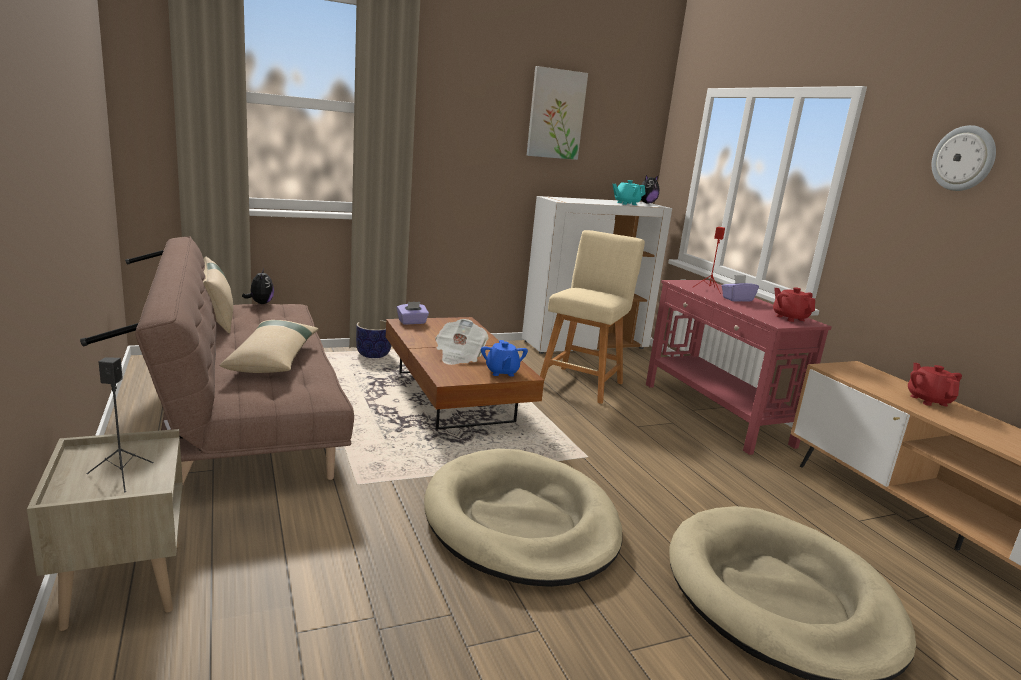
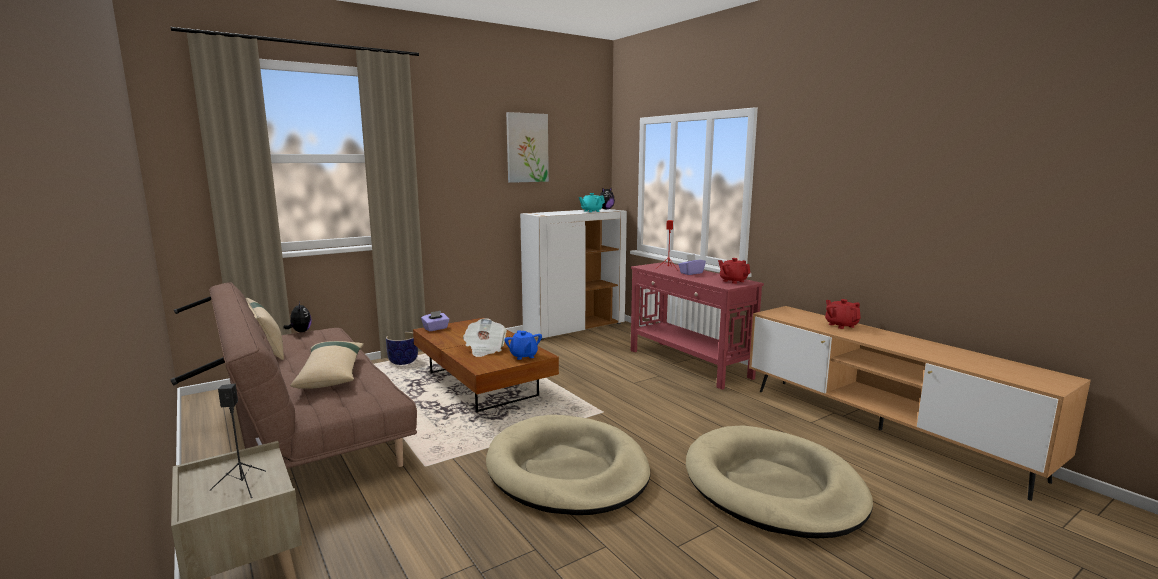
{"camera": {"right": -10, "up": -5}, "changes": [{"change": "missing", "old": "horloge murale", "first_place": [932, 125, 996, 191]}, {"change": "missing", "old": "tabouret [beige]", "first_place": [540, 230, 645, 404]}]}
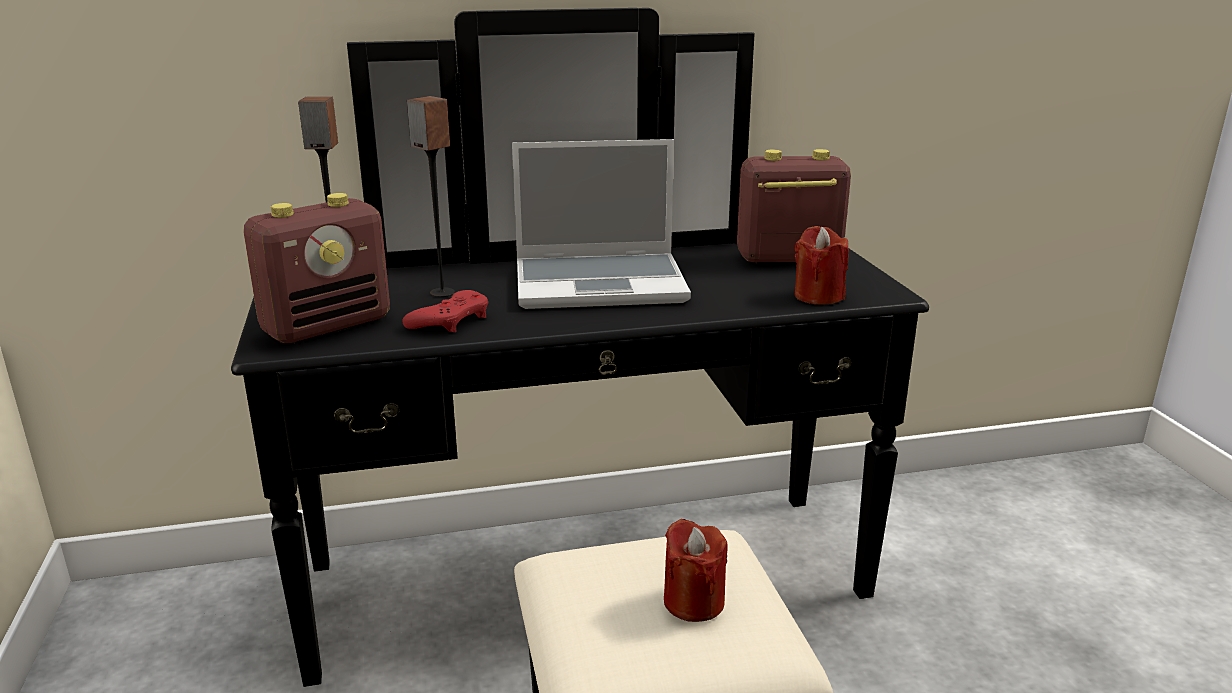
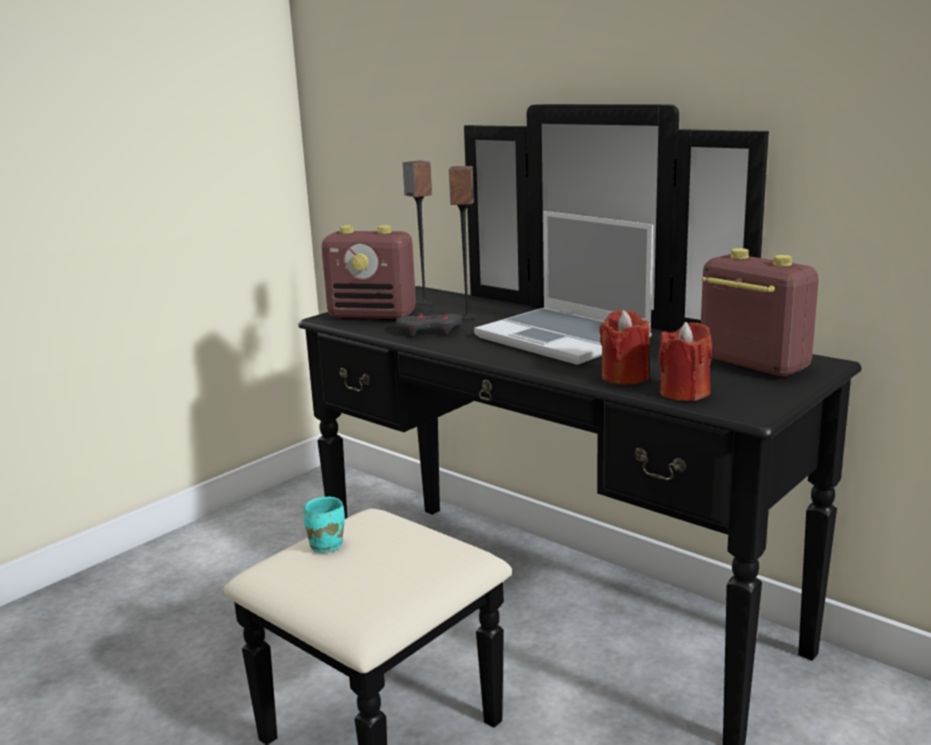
{"camera": {"right": 55, "up": -5}, "changes": [{"change": "colour", "old": "manette [rouge]", "new": "manette [gris]", "first_place": [402, 290, 488, 332], "second_place": [396, 313, 462, 337]}, {"change": "relocated", "old": "bougie [rouge]", "first_place": [664, 519, 728, 622], "second_place": [599, 310, 650, 385]}, {"change": "appeared", "new": "mug [turquoise]", "second_place": [303, 497, 345, 553]}]}
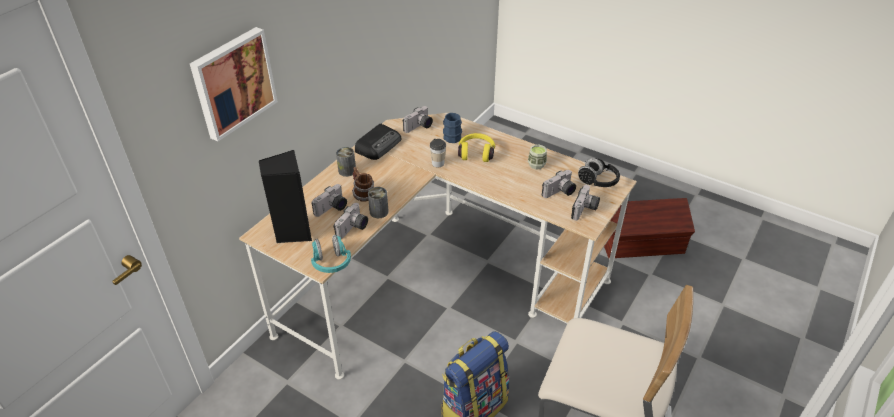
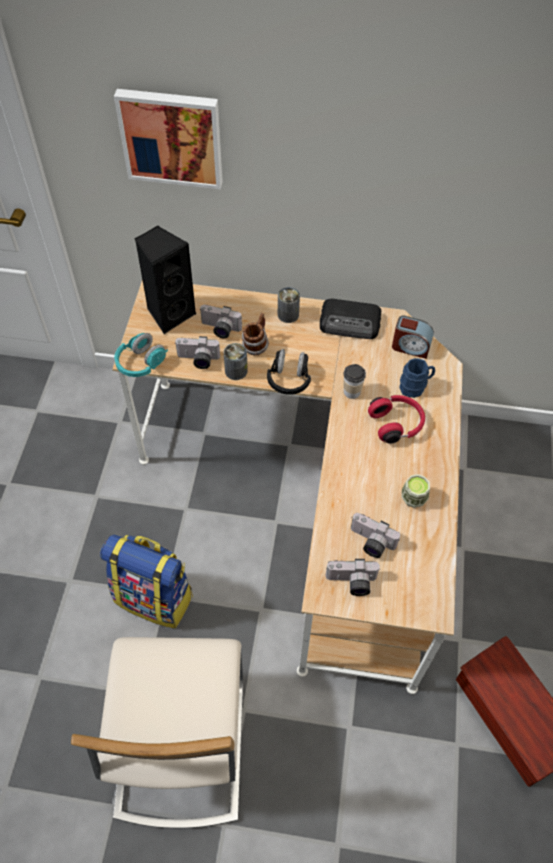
{"camera": {"right": 65, "up": 15}, "changes": [{"change": "exchanged", "old": "appareil photo", "new": "réveil", "first_place": [403, 106, 433, 133], "second_place": [392, 315, 434, 359]}, {"change": "colour", "old": "casque audio [jaune]", "new": "casque audio [rouge]", "first_place": [458, 133, 495, 162], "second_place": [368, 395, 425, 444]}, {"change": "relocated", "old": "casque audio [noir]", "first_place": [578, 158, 620, 187], "second_place": [267, 349, 311, 395]}]}
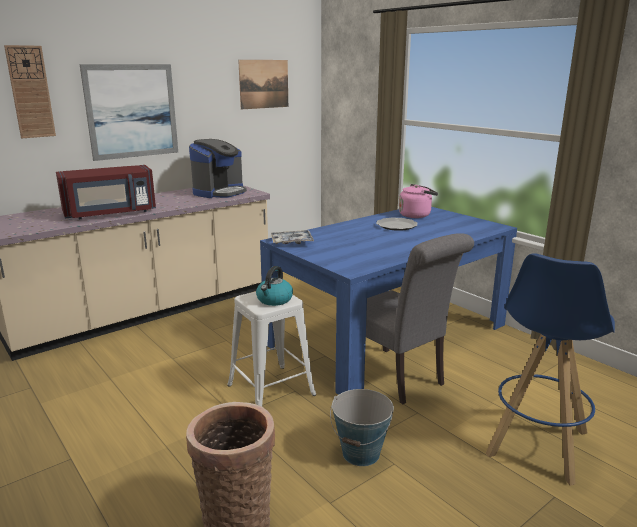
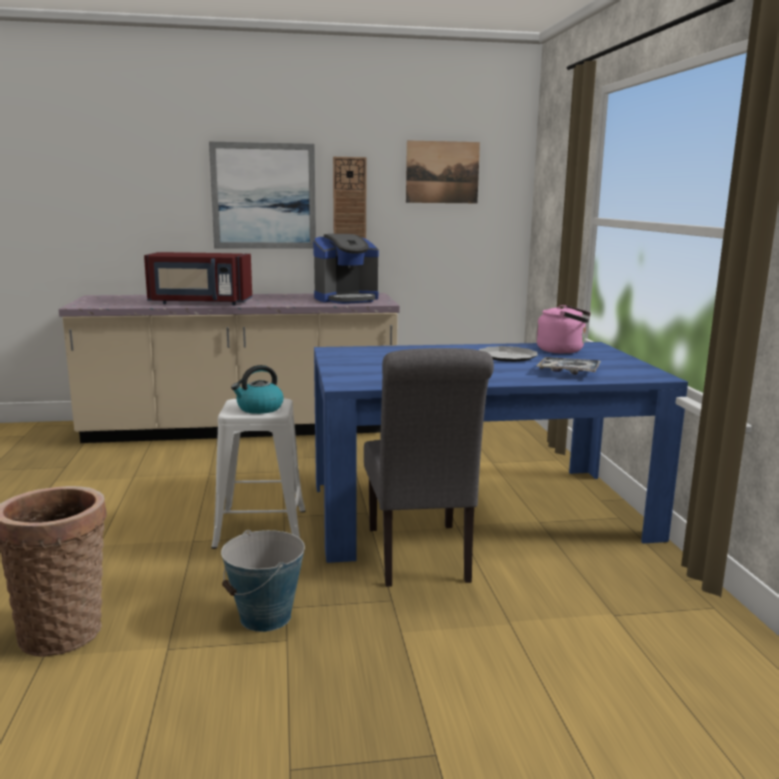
{"camera": {"right": 30, "up": -5}, "changes": [{"change": "relocated", "old": "horloge murale", "first_place": [4, 45, 56, 138], "second_place": [333, 157, 367, 239]}, {"change": "relocated", "old": "plateau", "first_place": [271, 230, 314, 244], "second_place": [537, 357, 601, 375]}, {"change": "missing", "old": "tabouret [bleu]", "first_place": [486, 253, 615, 486]}]}
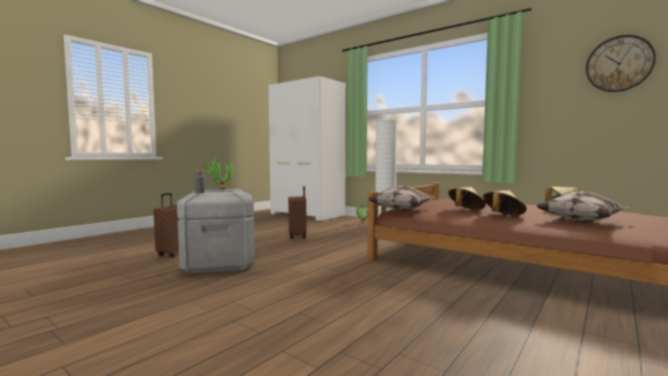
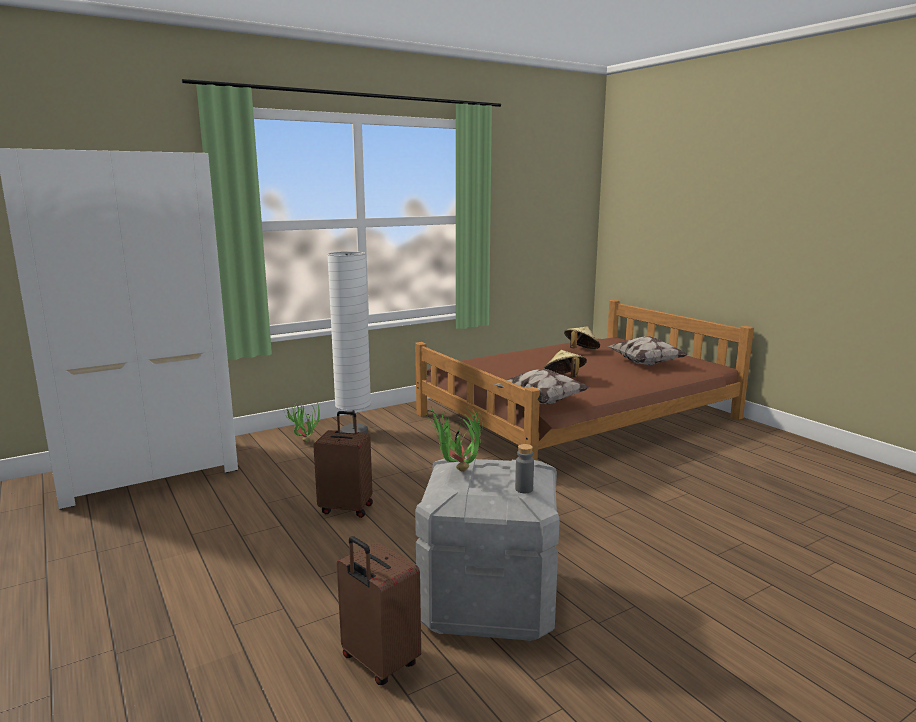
{"camera": {"right": -70, "up": 10}, "changes": [{"change": "missing", "old": "horloge murale", "first_place": [586, 35, 656, 92]}, {"change": "missing", "old": "chapeau [beige]", "first_place": [483, 190, 526, 215]}]}
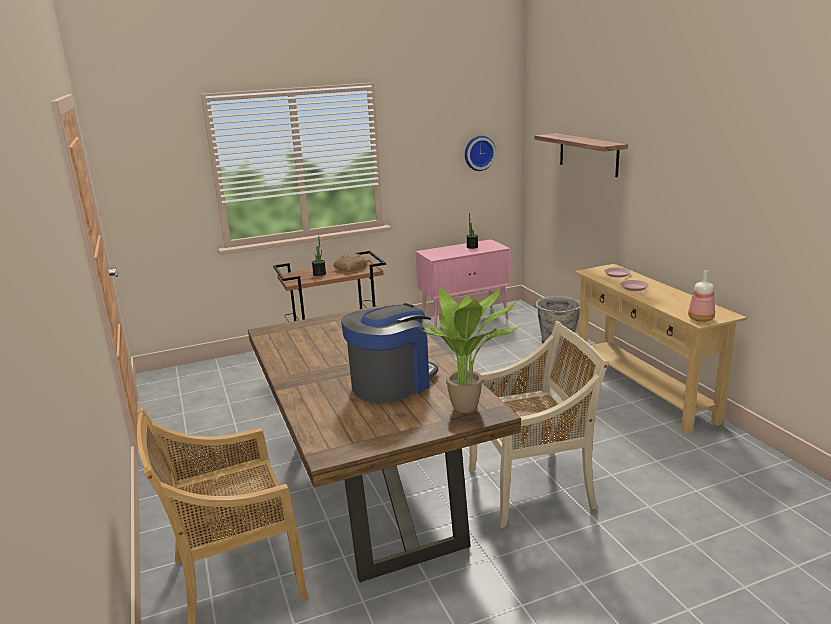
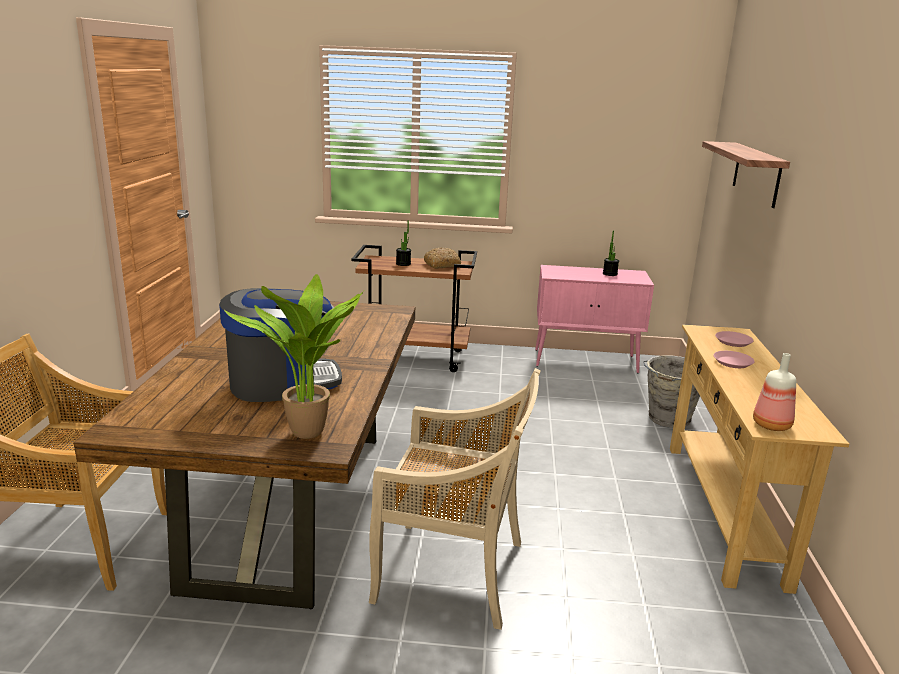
{"camera": {"right": 25, "up": 0}, "changes": [{"change": "missing", "old": "horloge murale", "first_place": [465, 136, 496, 171]}]}
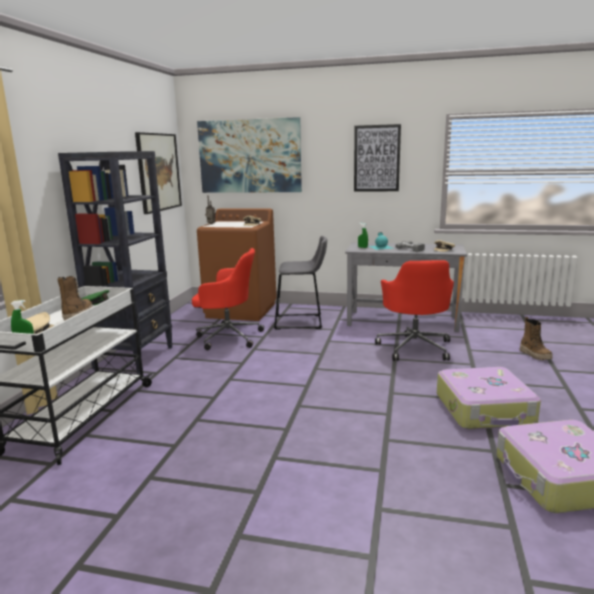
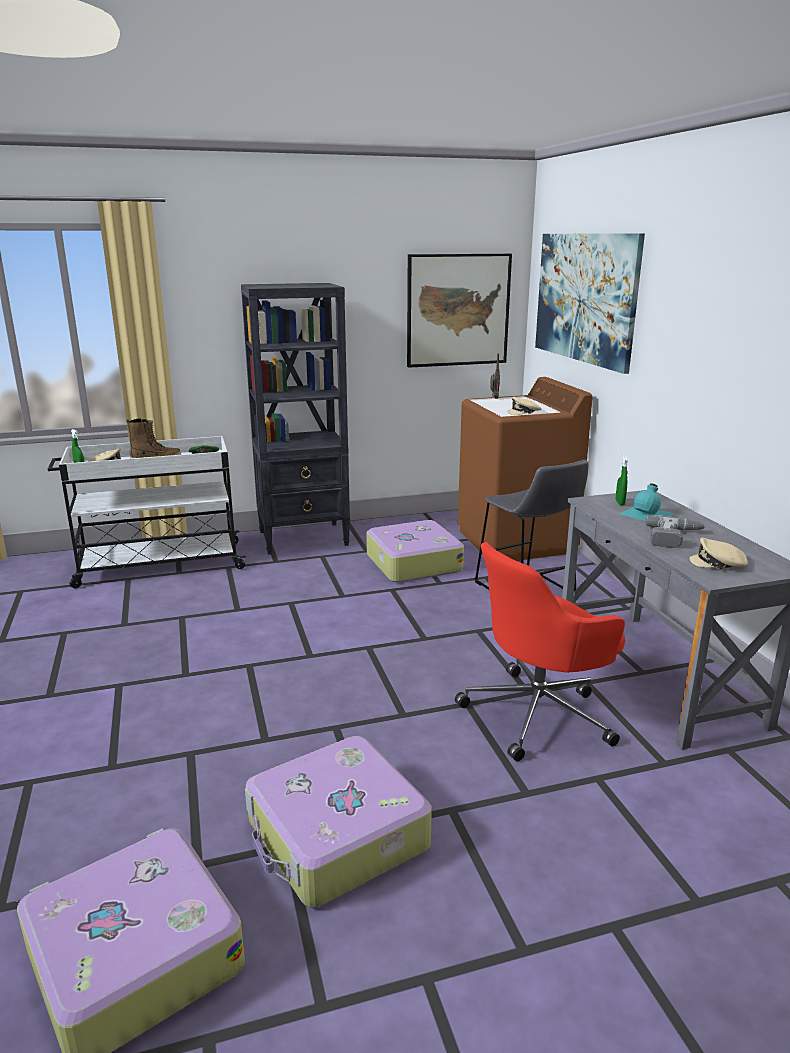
{"camera": {"right": 60, "up": 5}, "changes": [{"change": "missing", "old": "tableau", "first_place": [354, 124, 401, 192]}, {"change": "exchanged", "old": "chaise de bureau [rouge]", "new": "valise", "first_place": [192, 248, 264, 350], "second_place": [366, 520, 464, 582]}, {"change": "missing", "old": "botte", "first_place": [519, 317, 553, 360]}]}
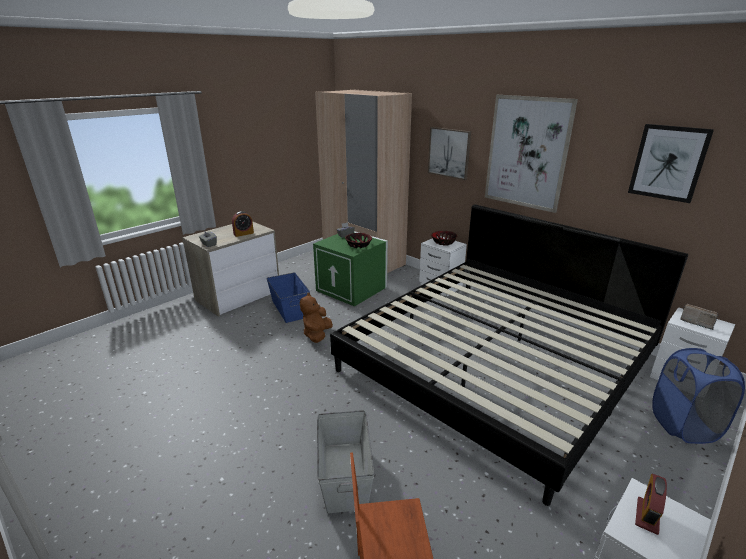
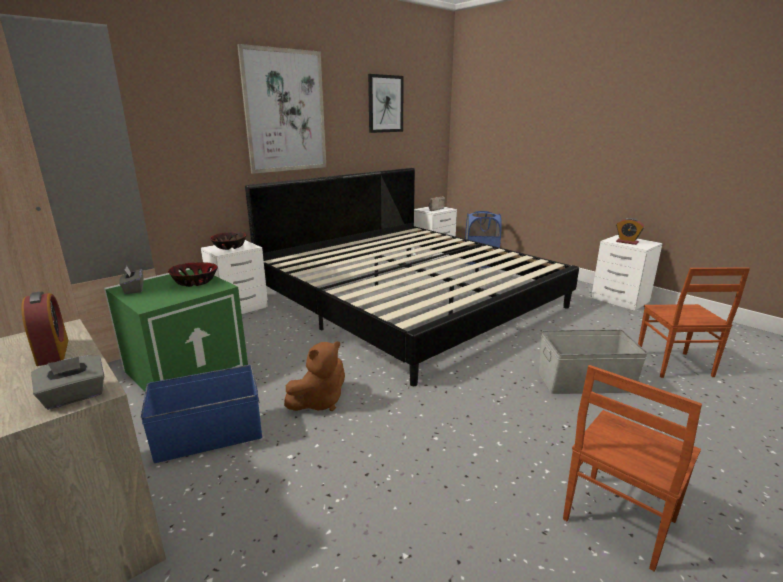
{"camera": {"right": -85, "up": -5}, "changes": [{"change": "missing", "old": "tableau", "first_place": [428, 127, 471, 180]}, {"change": "spun", "old": "peluche [marron]", "first_place": [300, 293, 333, 343], "second_place": [284, 341, 345, 411], "degrees": -60}, {"change": "appeared", "new": "chaise [marron]", "second_place": [563, 365, 702, 572]}]}
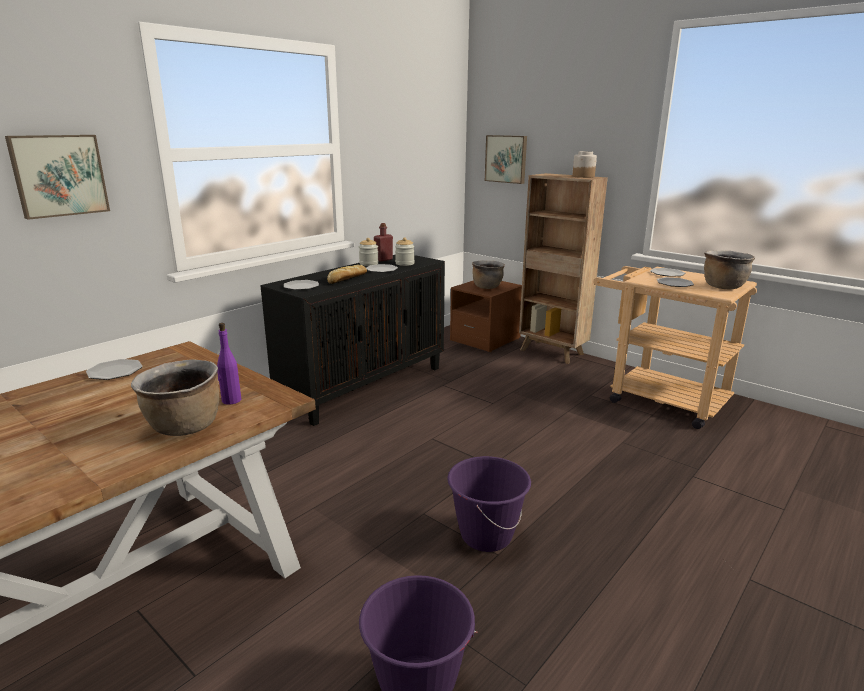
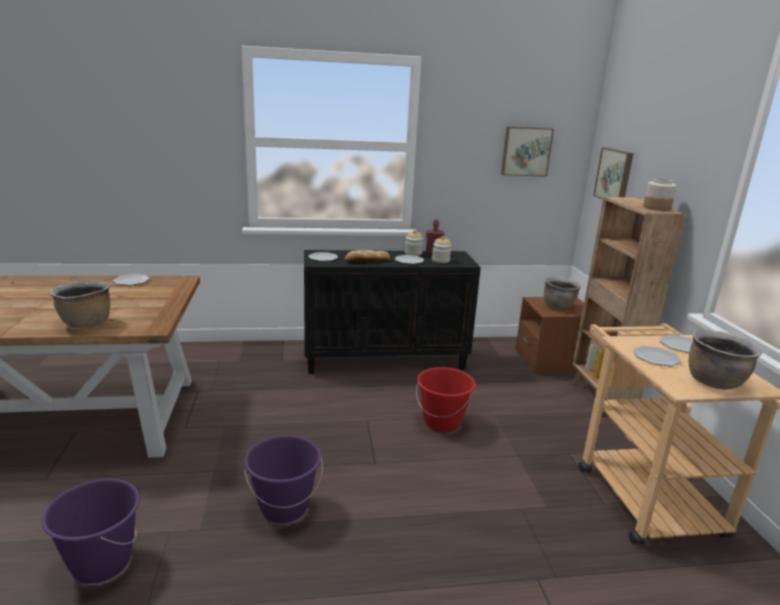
{"camera": {"right": 40, "up": 0}, "changes": [{"change": "relocated", "old": "tableau", "first_place": [5, 135, 110, 220], "second_place": [501, 126, 554, 177]}, {"change": "missing", "old": "bouteille [violet]", "first_place": [217, 323, 241, 405]}, {"change": "appeared", "new": "seau [rouge]", "second_place": [416, 367, 476, 433]}]}
